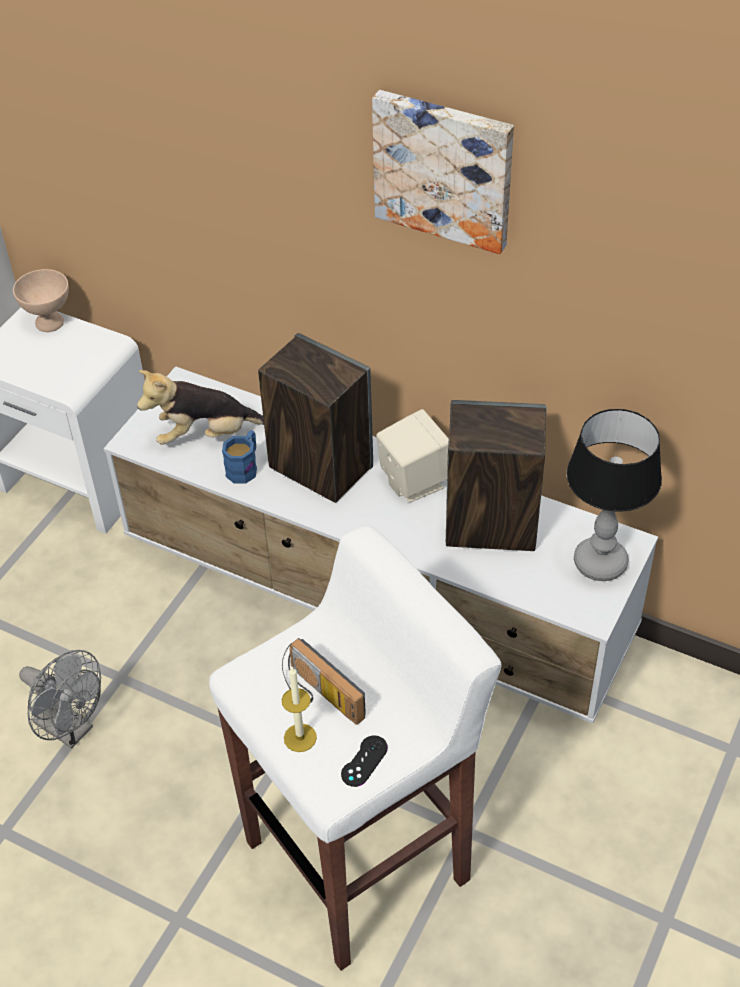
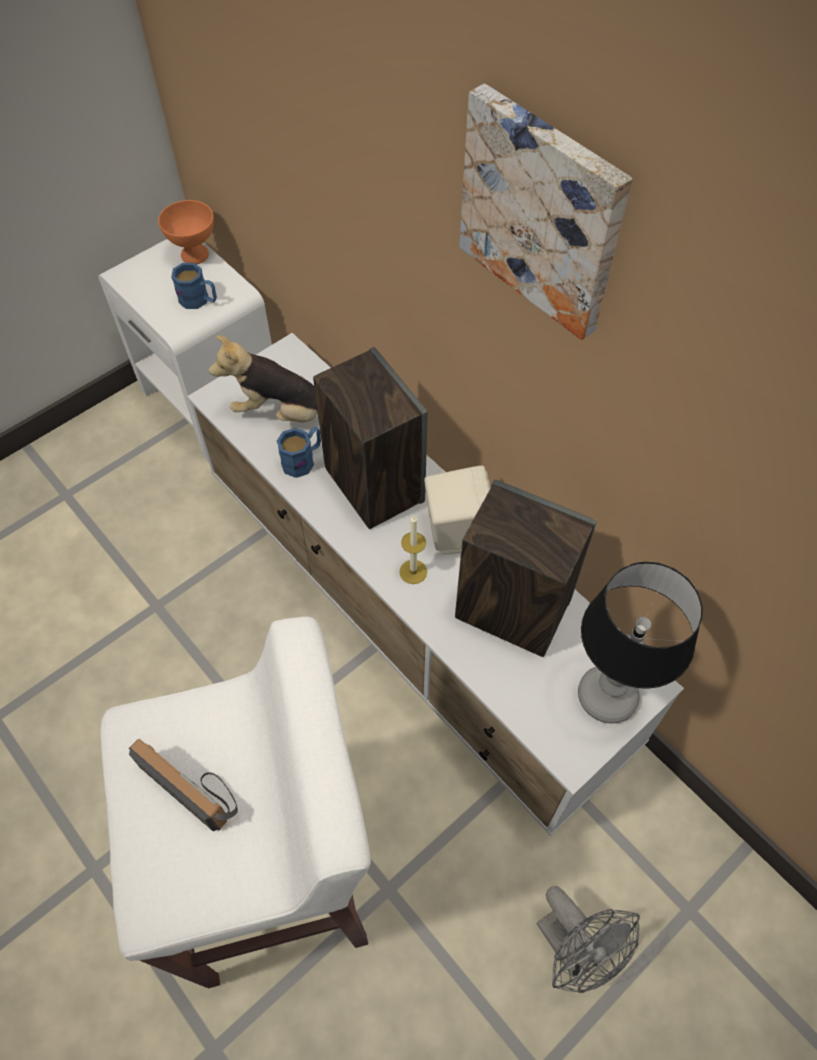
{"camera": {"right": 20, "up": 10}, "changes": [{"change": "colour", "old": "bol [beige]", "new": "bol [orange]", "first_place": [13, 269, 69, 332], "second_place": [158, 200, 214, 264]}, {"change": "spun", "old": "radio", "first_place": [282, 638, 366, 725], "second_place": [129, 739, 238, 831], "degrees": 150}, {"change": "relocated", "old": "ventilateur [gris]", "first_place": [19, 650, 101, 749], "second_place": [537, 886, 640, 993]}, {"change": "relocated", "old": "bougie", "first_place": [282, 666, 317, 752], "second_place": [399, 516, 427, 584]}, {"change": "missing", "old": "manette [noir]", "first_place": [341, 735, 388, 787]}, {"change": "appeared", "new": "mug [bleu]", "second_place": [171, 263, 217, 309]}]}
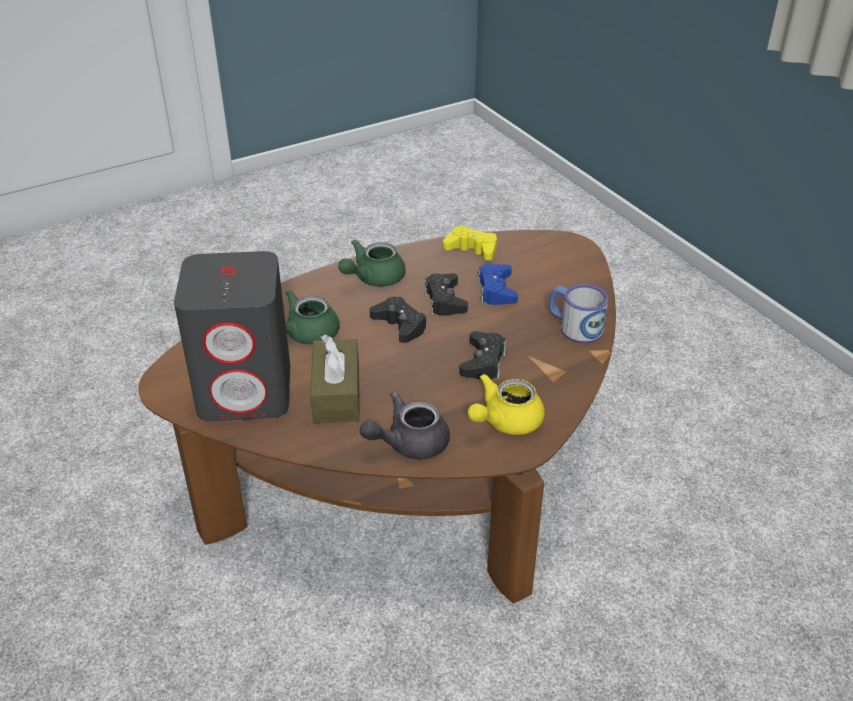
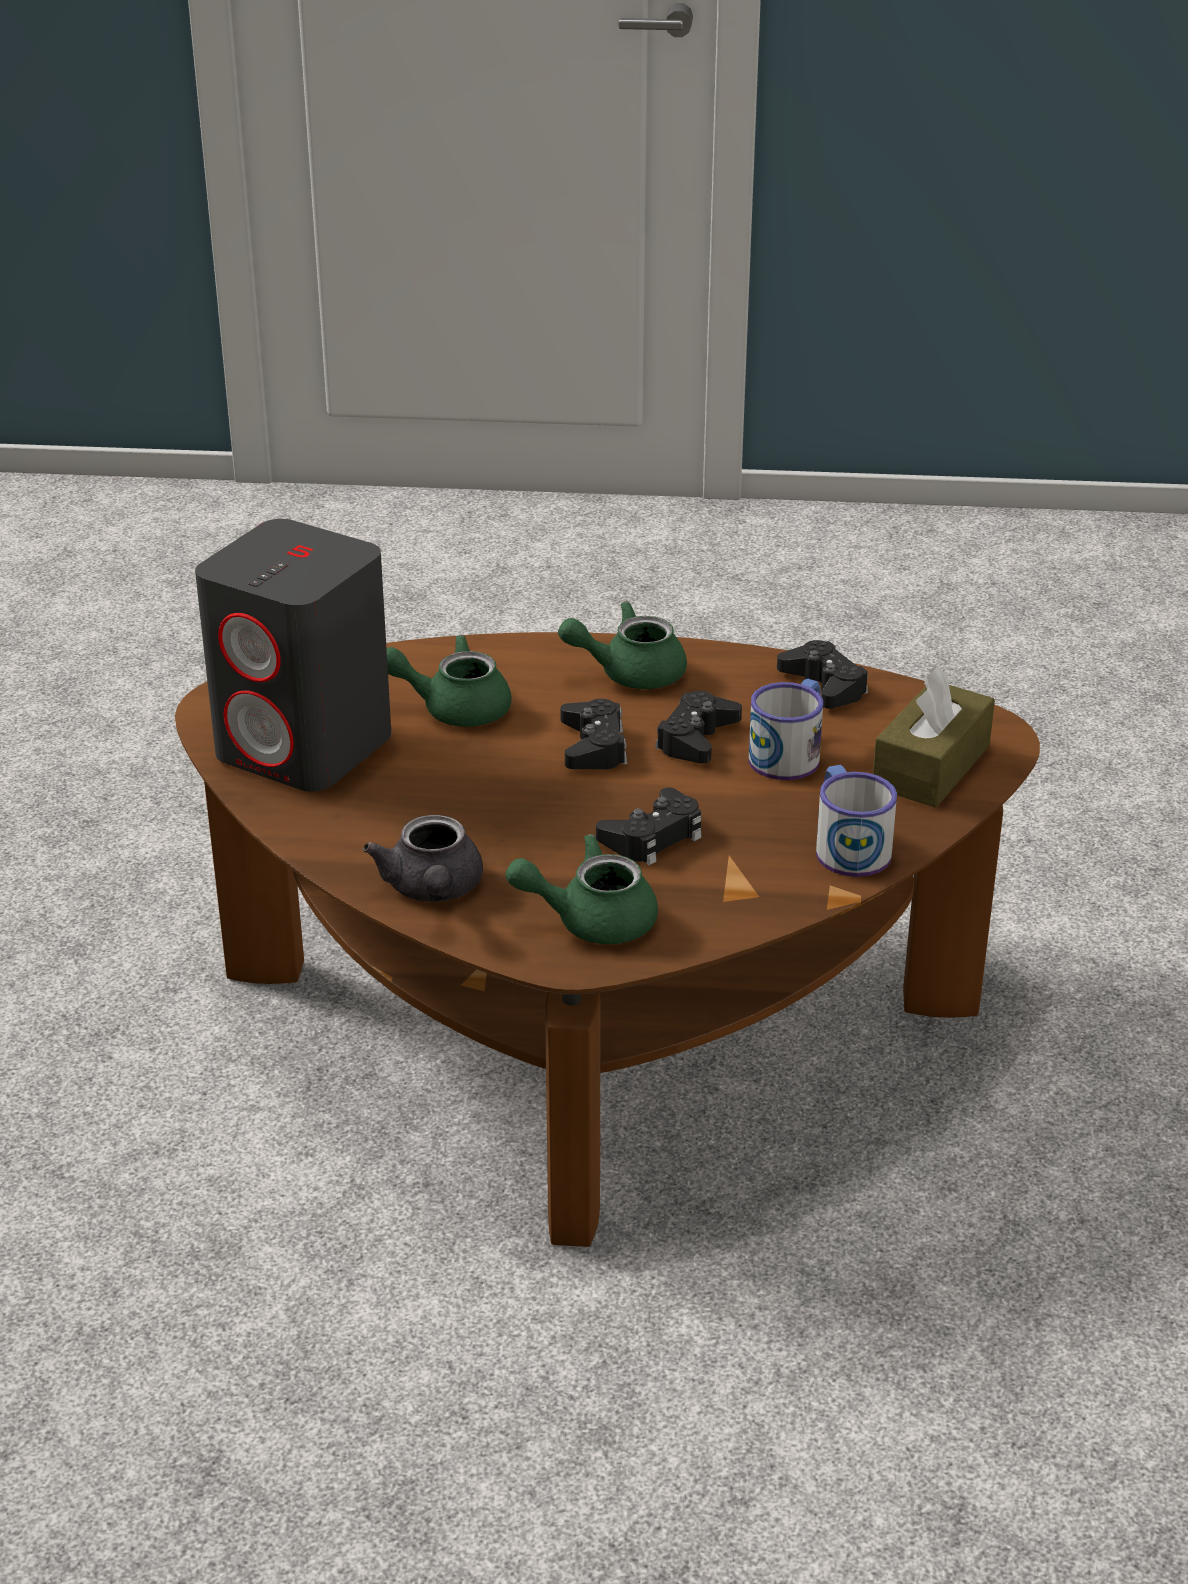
{"camera": {"right": 35, "up": -5}, "changes": [{"change": "colour", "old": "manette [jaune]", "new": "manette [noir]", "first_place": [443, 226, 497, 261], "second_place": [777, 640, 868, 709]}, {"change": "exchanged", "old": "manette [bleu]", "new": "mug", "first_place": [477, 263, 518, 305], "second_place": [748, 678, 823, 780]}, {"change": "relocated", "old": "boîte à mouchoirs [marron]", "first_place": [310, 335, 360, 423], "second_place": [873, 666, 995, 808]}, {"change": "colour", "old": "théière [jaune]", "new": "théière [vert]", "first_place": [468, 374, 545, 435], "second_place": [505, 834, 658, 944]}, {"change": "spun", "old": "théière [gris]", "first_place": [360, 392, 450, 460], "second_place": [363, 815, 483, 902], "degrees": -105}]}
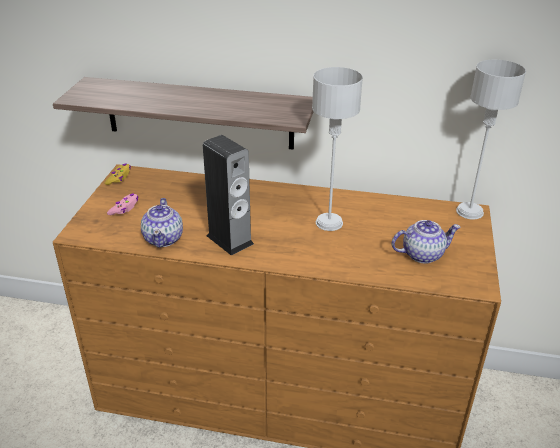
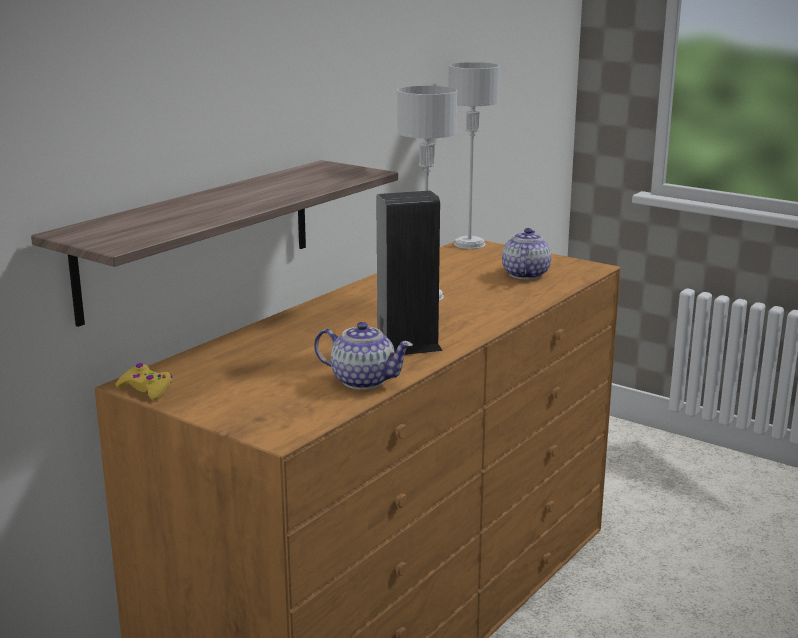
{"camera": {"right": -65, "up": -15}, "changes": [{"change": "missing", "old": "manette [rose]", "first_place": [107, 194, 138, 215]}]}
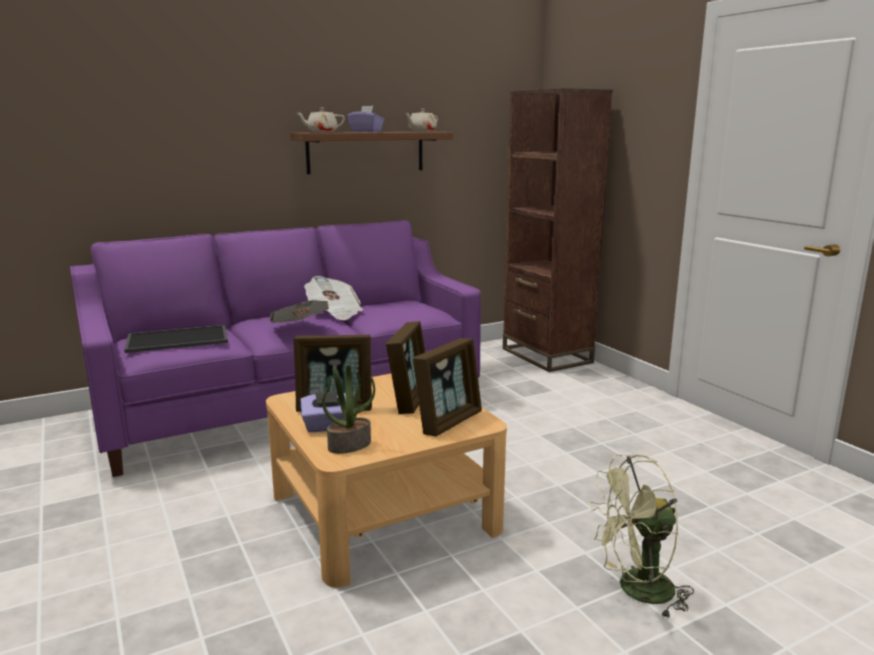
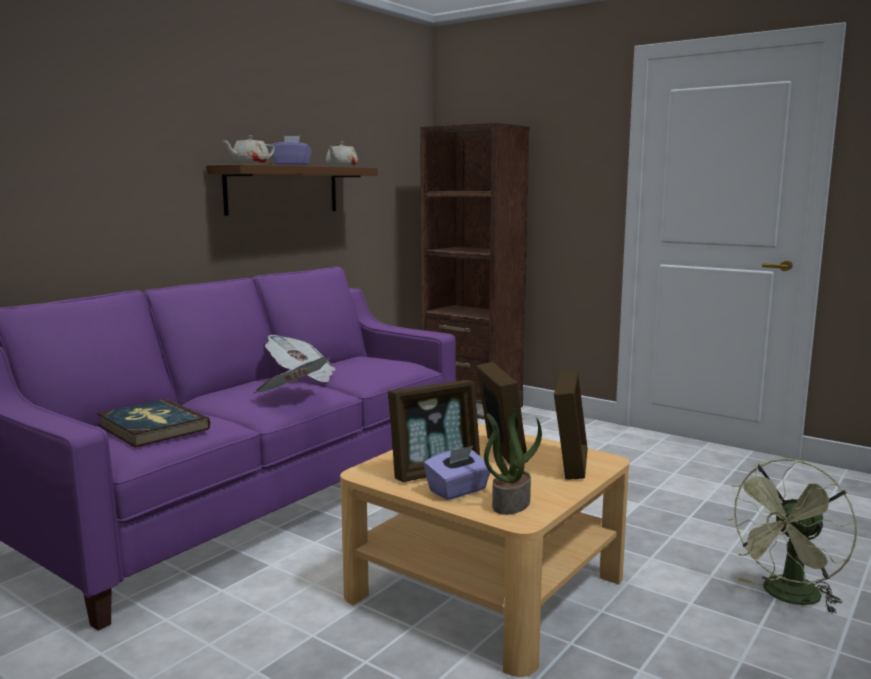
{"camera": {"right": -25, "up": -5}, "changes": [{"change": "exchanged", "old": "plateau", "new": "livre", "first_place": [124, 325, 228, 353], "second_place": [97, 399, 210, 448]}]}
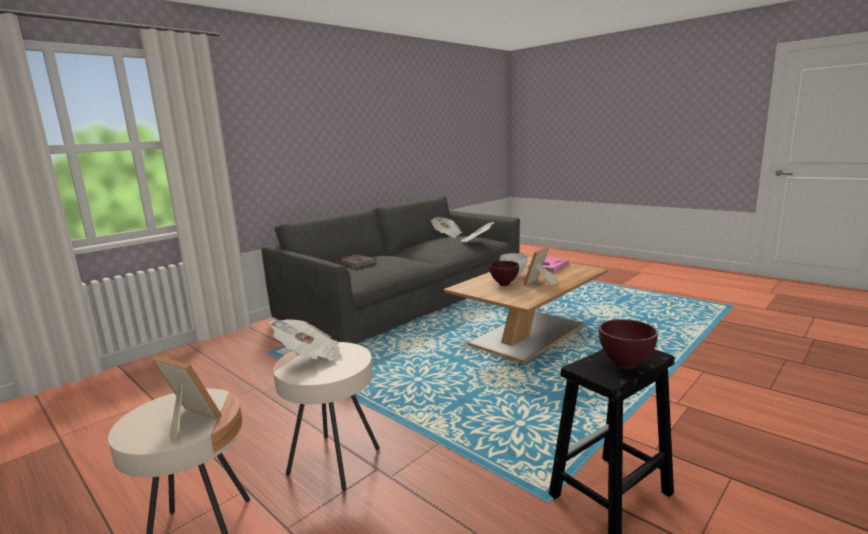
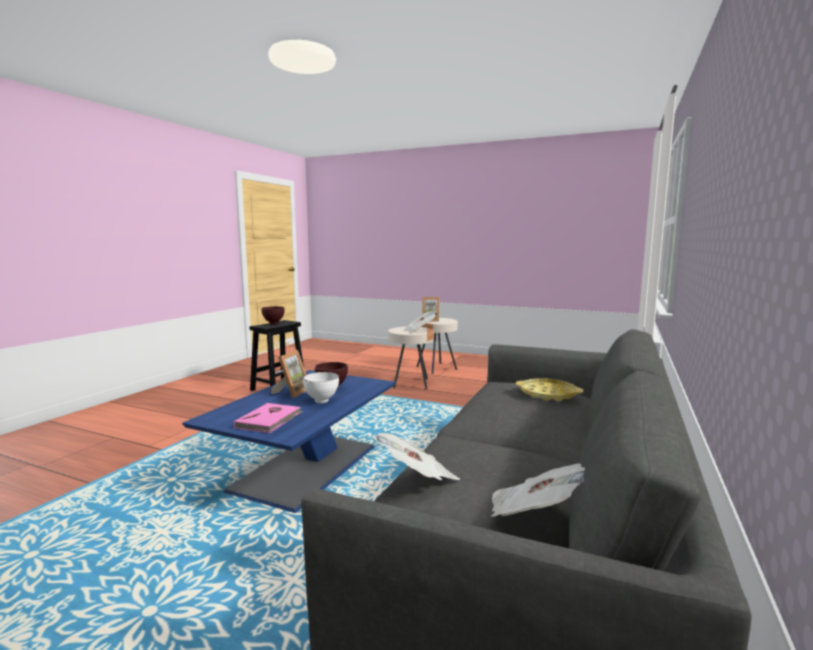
{"camera": {"right": 160, "up": -5}, "changes": [{"change": "exchanged", "old": "livre [marron]", "new": "plateau [jaune]", "first_place": [336, 254, 376, 268], "second_place": [516, 378, 583, 401]}, {"change": "colour", "old": "table basse [marron]", "new": "table basse [bleu]", "first_place": [444, 257, 608, 364], "second_place": [182, 370, 395, 513]}]}
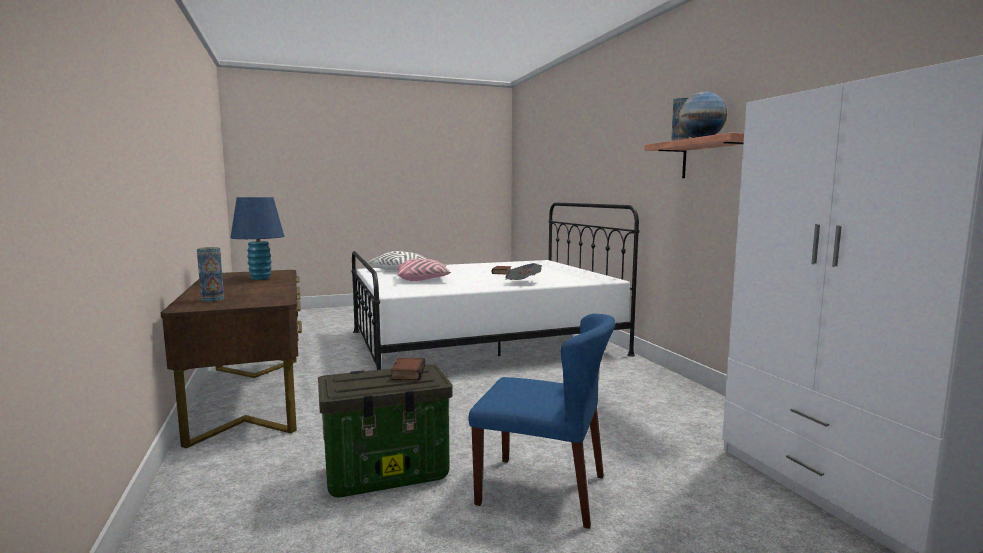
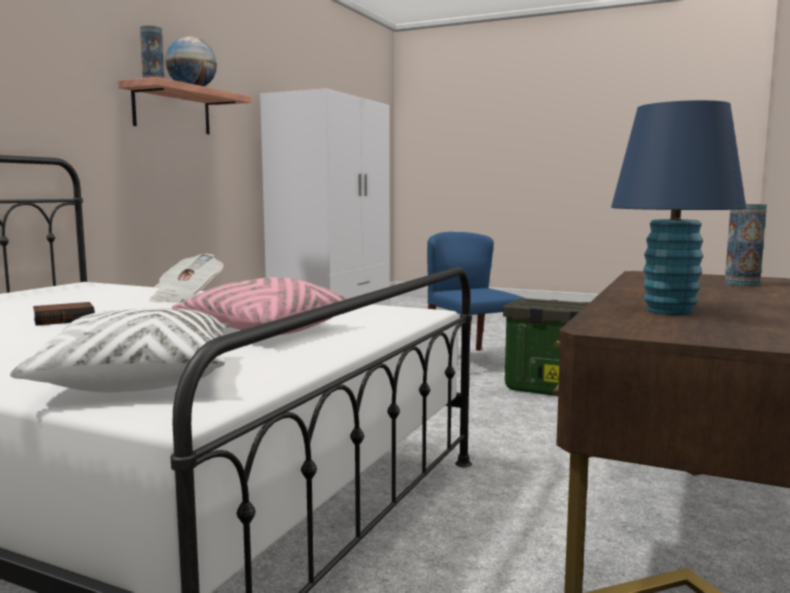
{"camera": {"right": -135, "up": 0}, "changes": [{"change": "missing", "old": "livre", "first_place": [391, 358, 426, 380]}]}
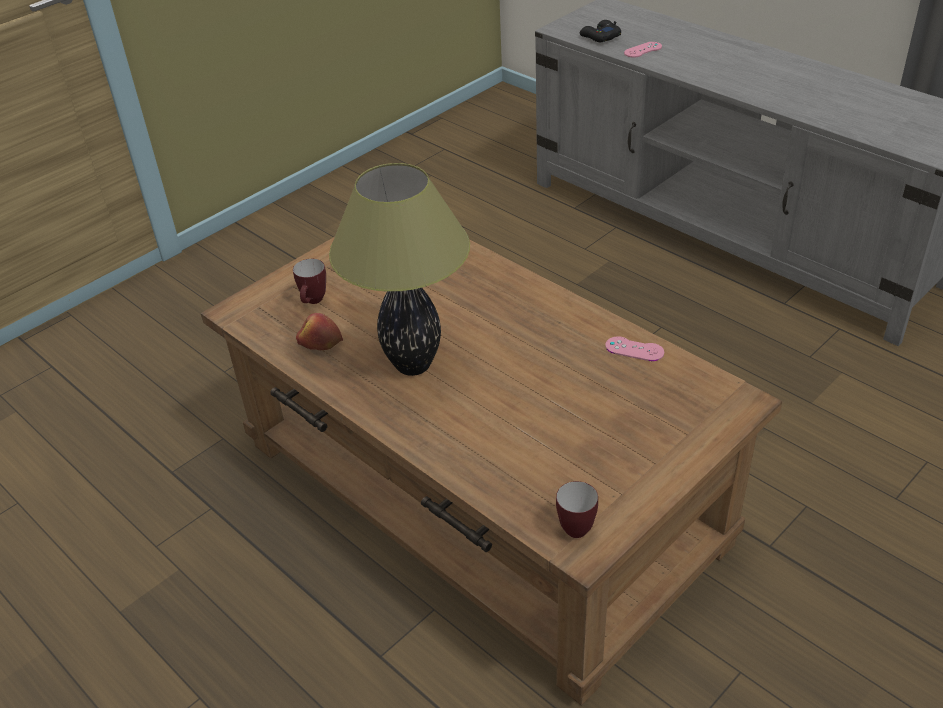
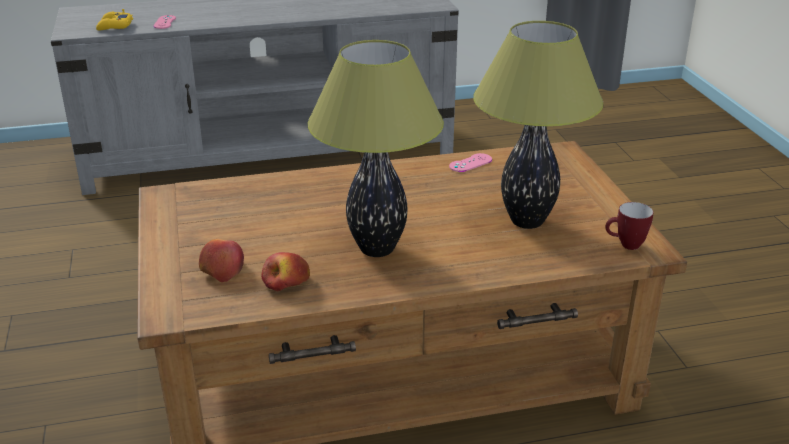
{"camera": {"right": -60, "up": -10}, "changes": [{"change": "colour", "old": "manette [noir]", "new": "manette [jaune]", "first_place": [580, 20, 621, 42], "second_place": [96, 9, 133, 31]}, {"change": "exchanged", "old": "mug", "new": "pomme", "first_place": [293, 259, 326, 304], "second_place": [199, 239, 244, 282]}, {"change": "appeared", "new": "lampe de table", "second_place": [473, 21, 604, 229]}]}
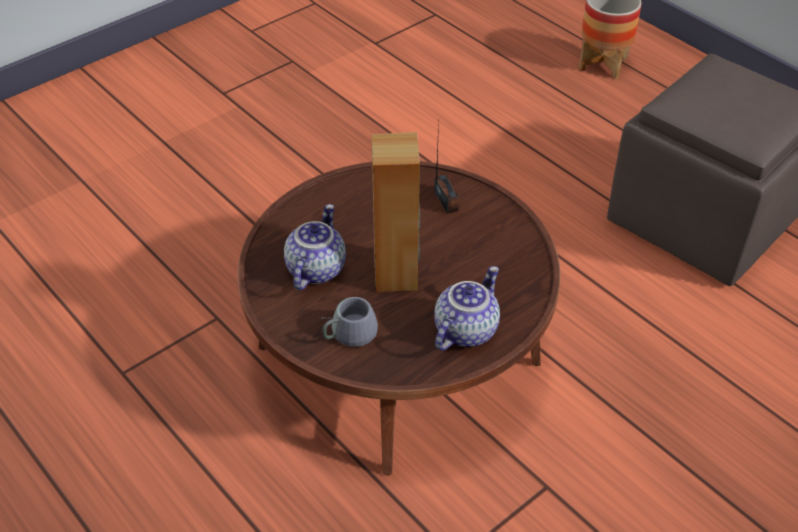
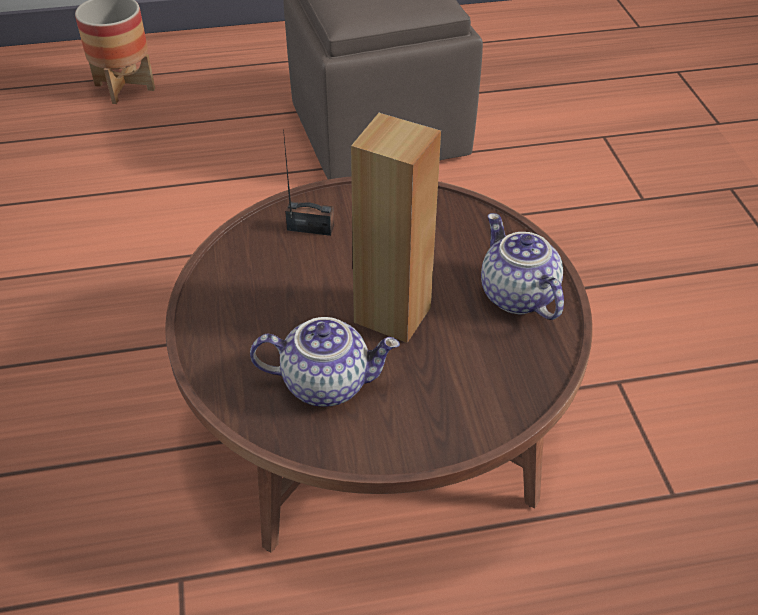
{"camera": {"right": -60, "up": 0}, "changes": [{"change": "spun", "old": "théière", "first_place": [284, 204, 346, 290], "second_place": [250, 317, 400, 407], "degrees": 135}, {"change": "missing", "old": "mug [gris]", "first_place": [321, 297, 378, 347]}]}
